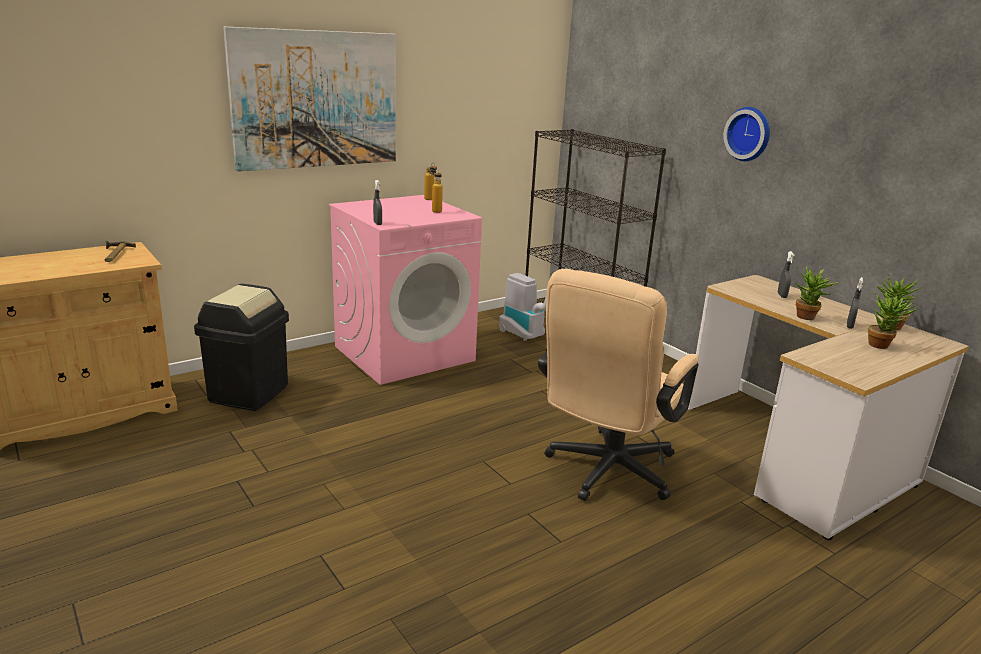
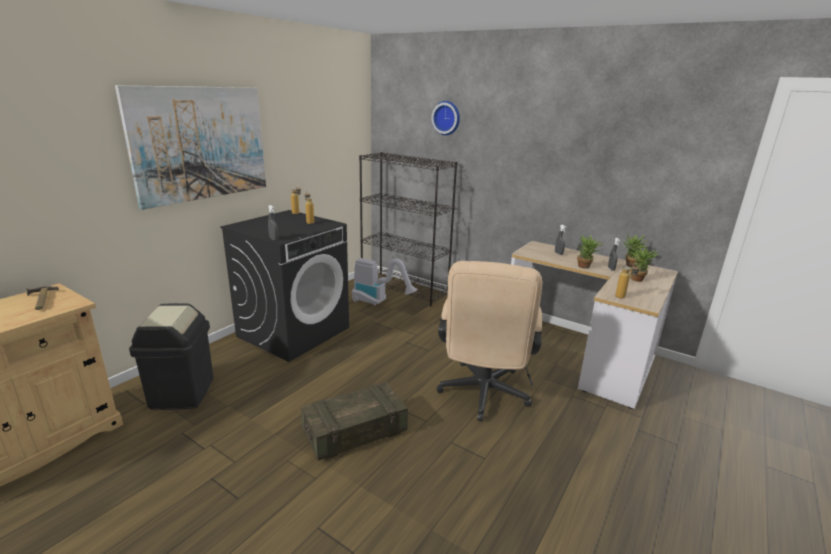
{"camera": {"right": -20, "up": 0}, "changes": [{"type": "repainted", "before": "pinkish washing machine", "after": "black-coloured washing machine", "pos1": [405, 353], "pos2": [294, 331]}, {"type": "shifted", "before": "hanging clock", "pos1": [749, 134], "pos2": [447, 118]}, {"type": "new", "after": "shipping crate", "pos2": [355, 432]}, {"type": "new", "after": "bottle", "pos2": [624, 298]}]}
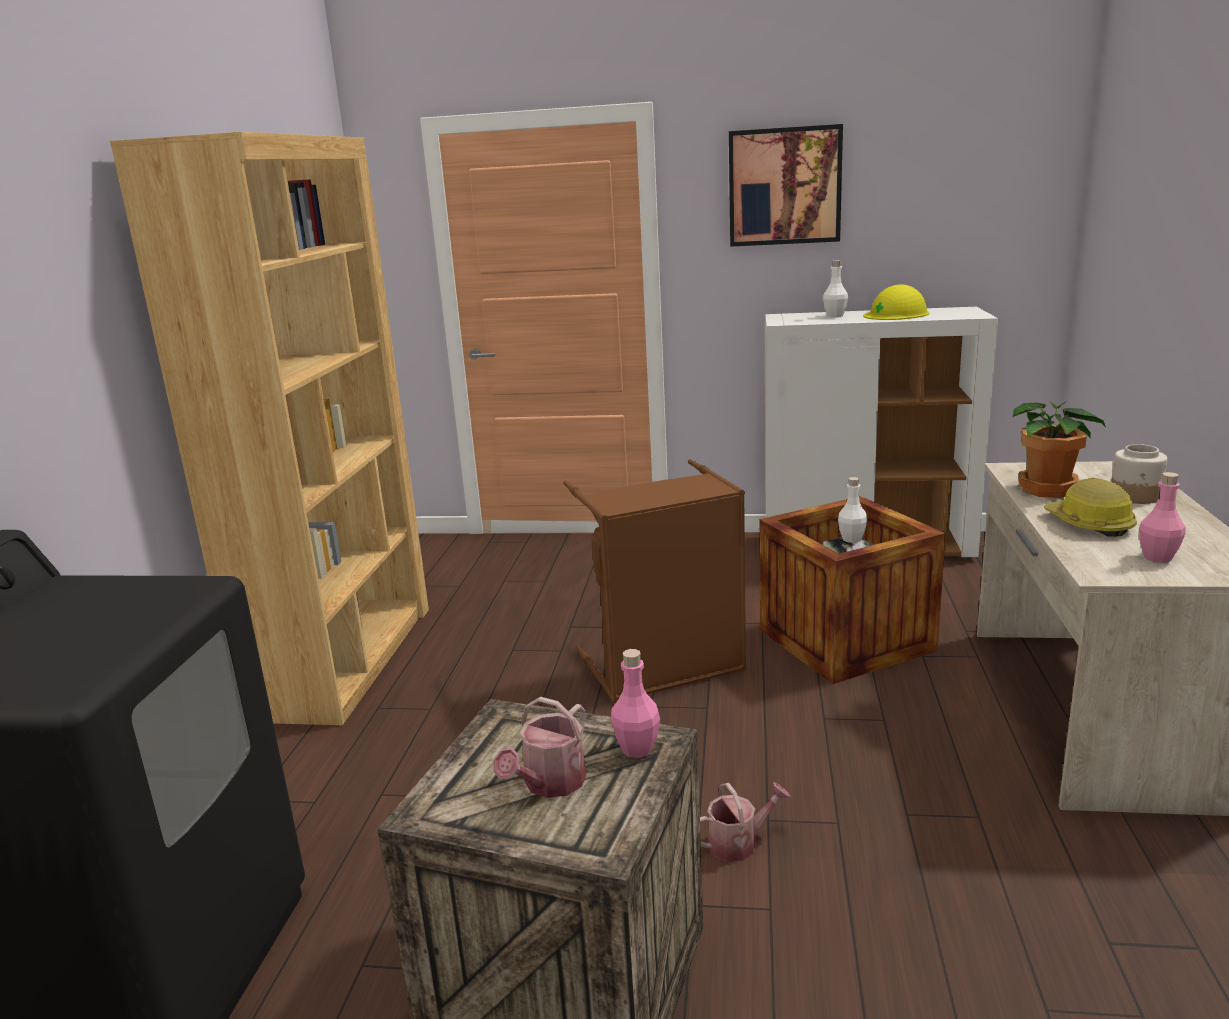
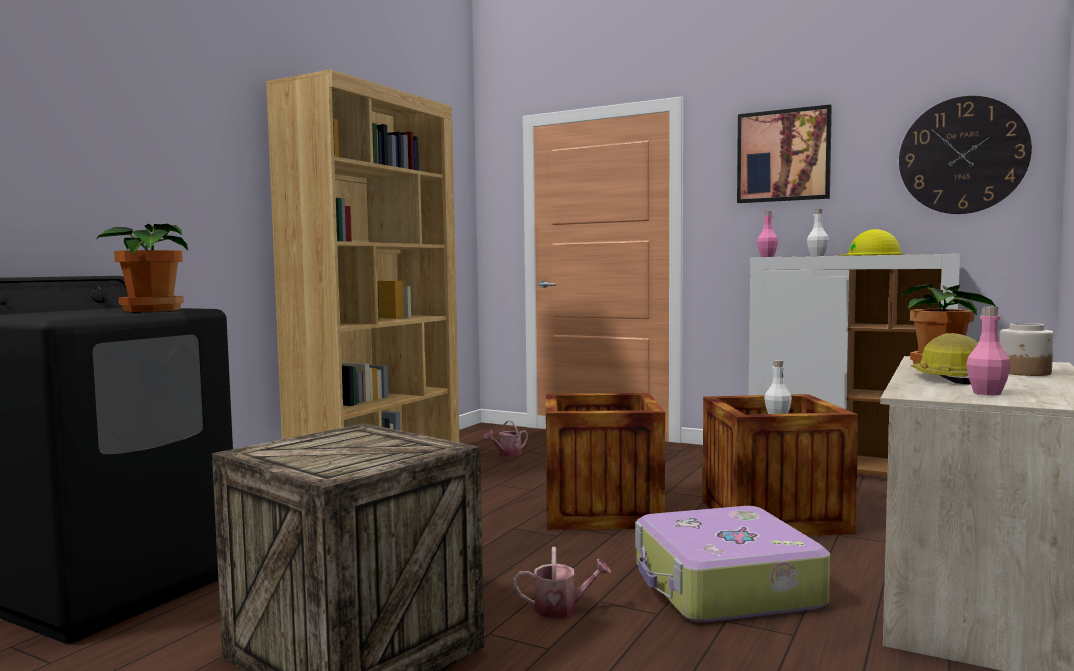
{"camera": {"right": 20, "up": -15}, "changes": [{"type": "shifted", "before": "watering can", "pos1": [549, 784], "pos2": [507, 454]}, {"type": "swapped", "before": "brownish hamper", "after": "shipping crate", "pos1": [665, 669], "pos2": [601, 510]}, {"type": "shifted", "before": "pinkish bottle", "pos1": [637, 749], "pos2": [767, 256]}, {"type": "new", "after": "plant in a pot", "pos2": [150, 310]}, {"type": "new", "after": "suitcase", "pos2": [724, 587]}, {"type": "new", "after": "hanging clock", "pos2": [962, 155]}]}
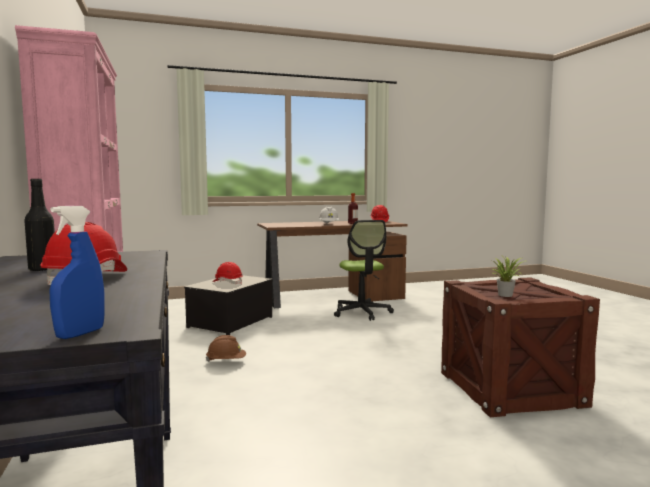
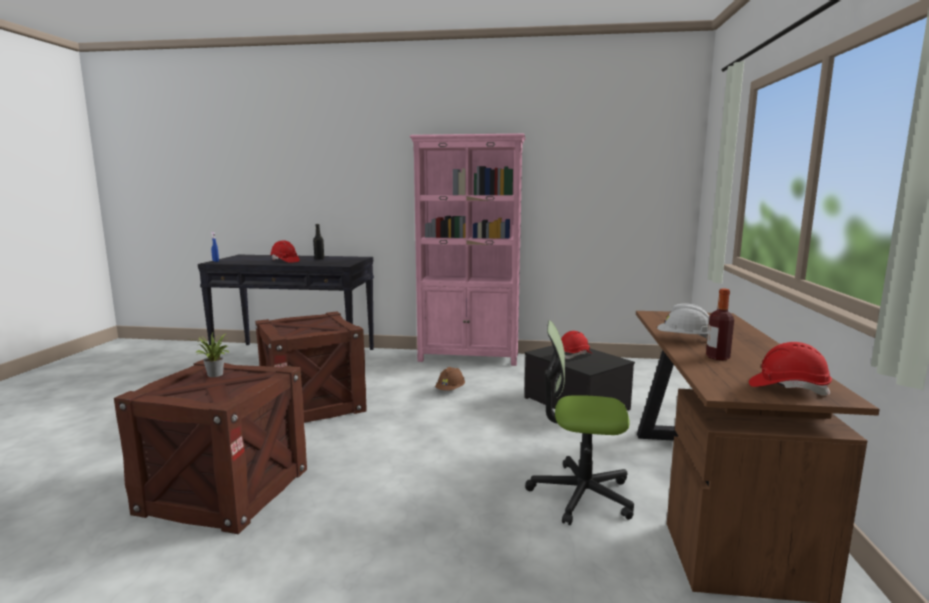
{"camera": {"right": 115, "up": 5}, "changes": [{"type": "new", "after": "shipping crate", "pos2": [312, 405]}]}
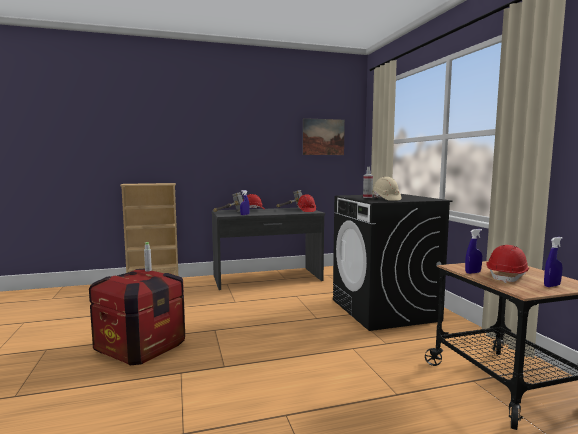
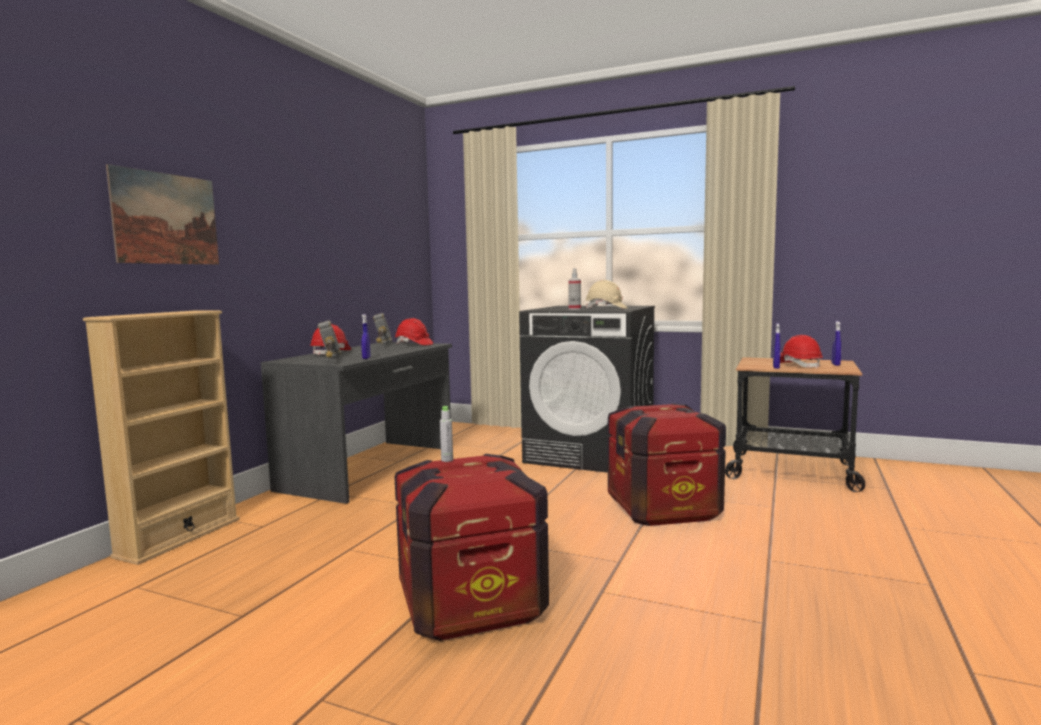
{"camera": {"right": -50, "up": 0}, "changes": [{"type": "shifted", "before": "wall picture", "pos1": [323, 137], "pos2": [166, 219]}, {"type": "new", "after": "shipping crate", "pos2": [663, 508]}]}
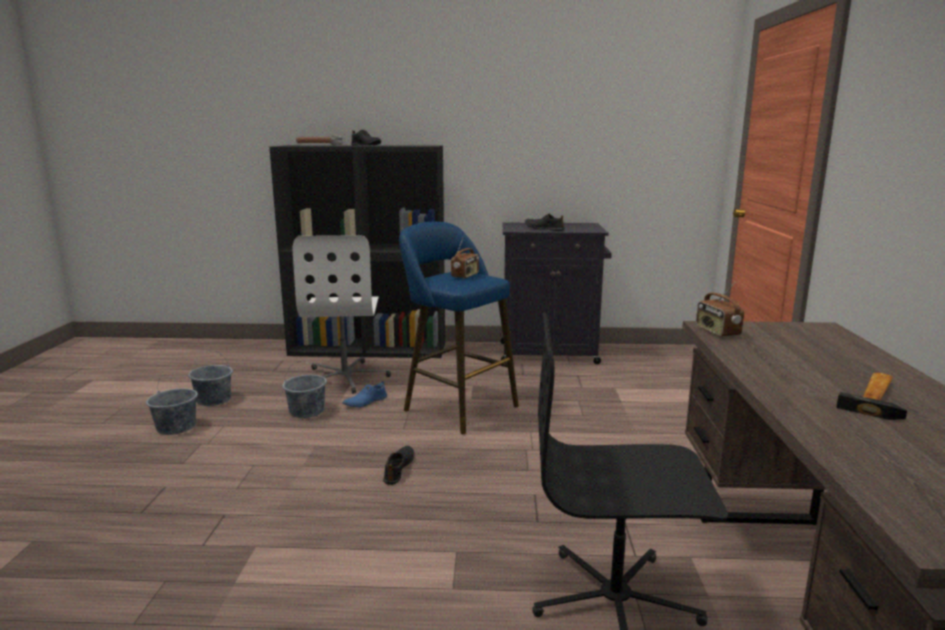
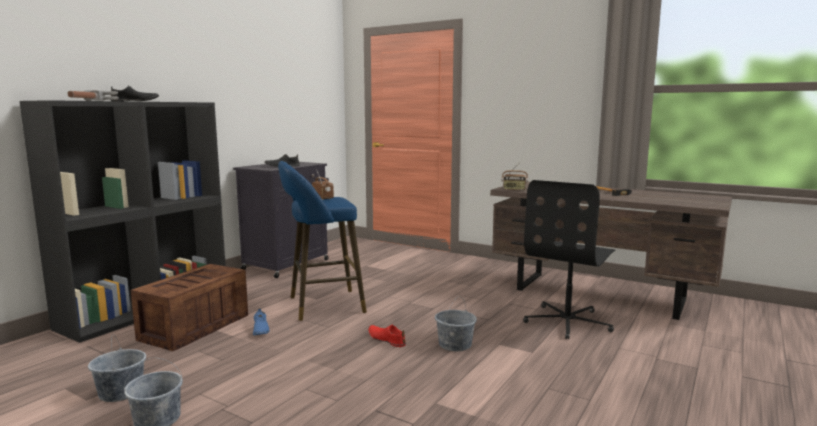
{"camera": {"right": -60, "up": -5}, "changes": [{"type": "shifted", "before": "gray water bucket", "pos1": [307, 411], "pos2": [455, 344]}, {"type": "swapped", "before": "white-coloured computer chair", "after": "shipping crate", "pos1": [346, 377], "pos2": [194, 328]}, {"type": "repainted", "before": "black-coloured shoe", "after": "reddish shoe", "pos1": [399, 469], "pos2": [386, 339]}]}
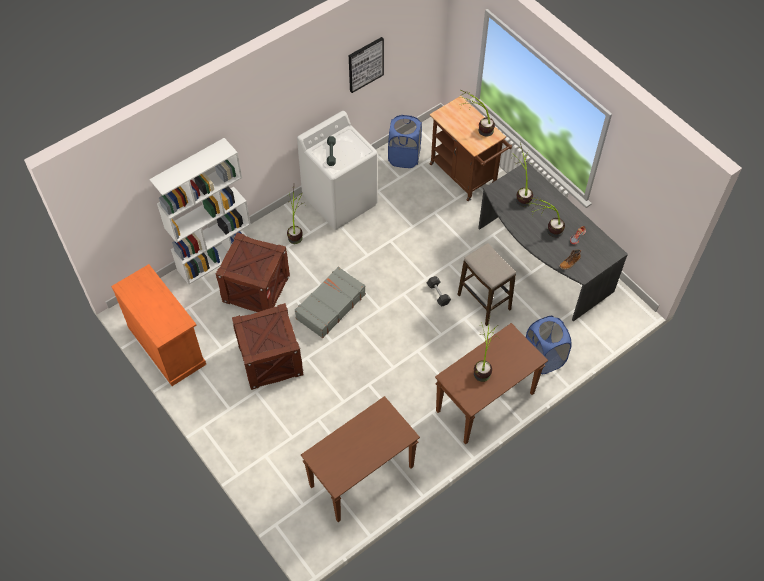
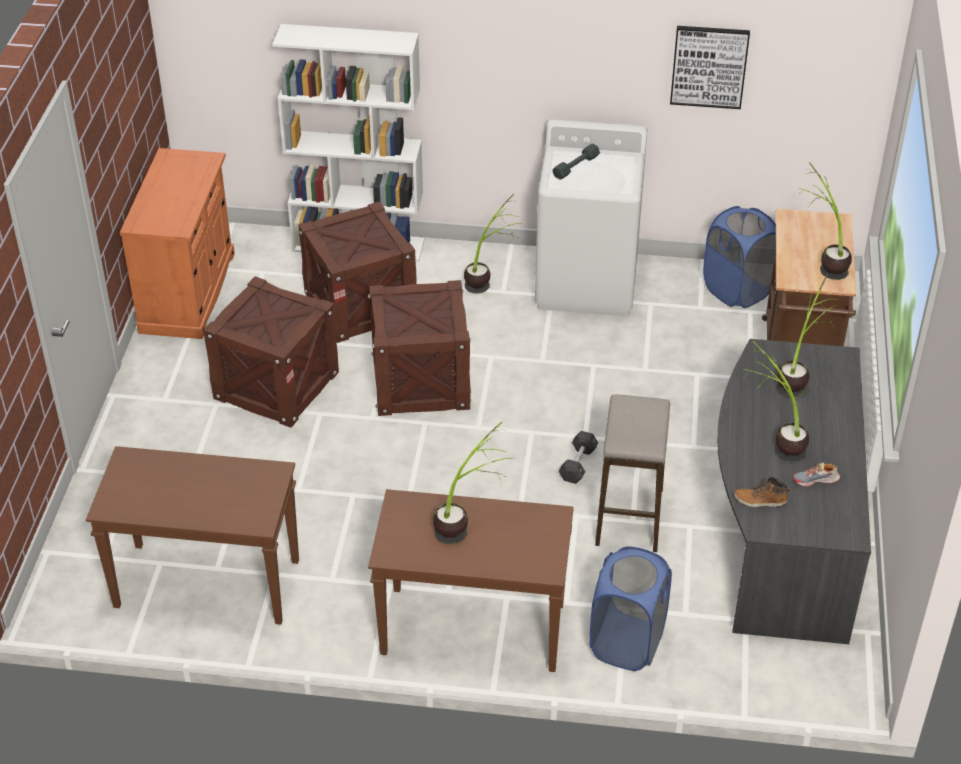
{"camera": {"right": 45, "up": -15}, "changes": [{"type": "swapped", "before": "gray suitcase", "after": "shipping crate", "pos1": [330, 306], "pos2": [421, 381]}]}
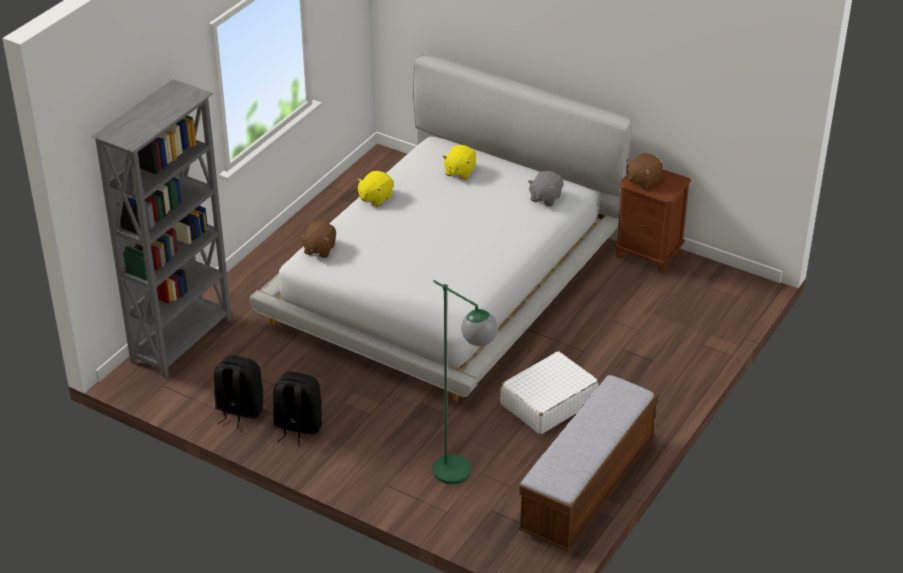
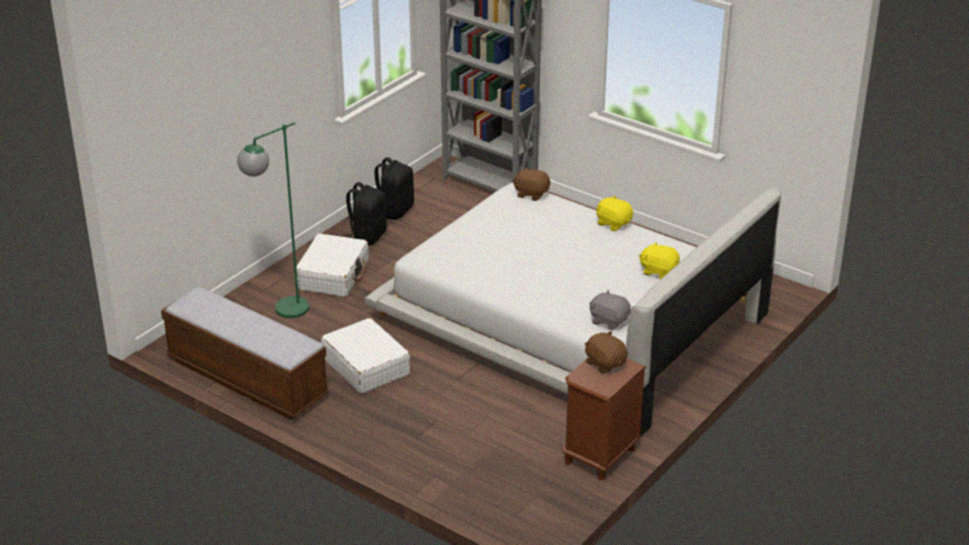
{"camera": {"right": 95, "up": -5}, "changes": [{"type": "new", "after": "white-coloured suitcase", "pos2": [333, 275]}]}
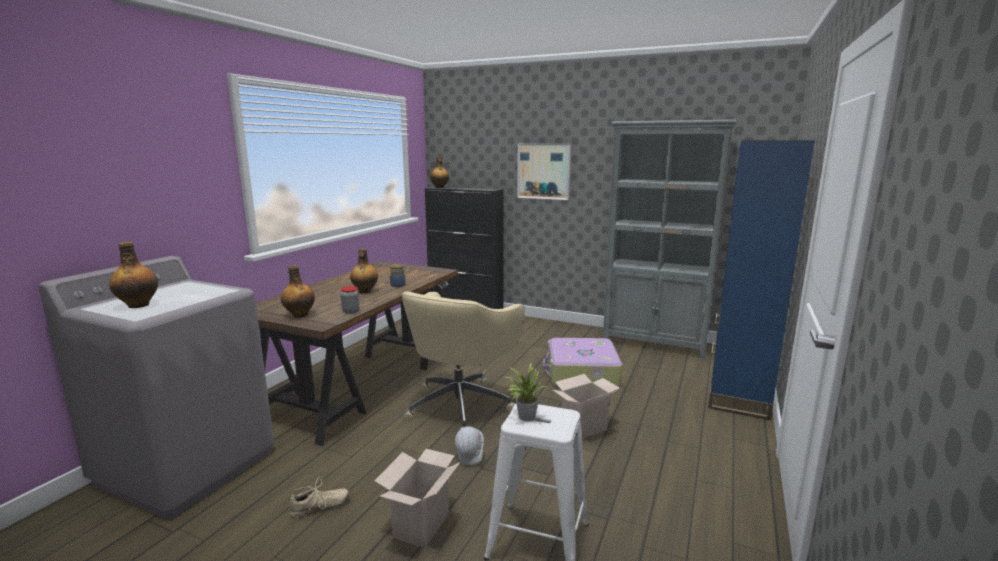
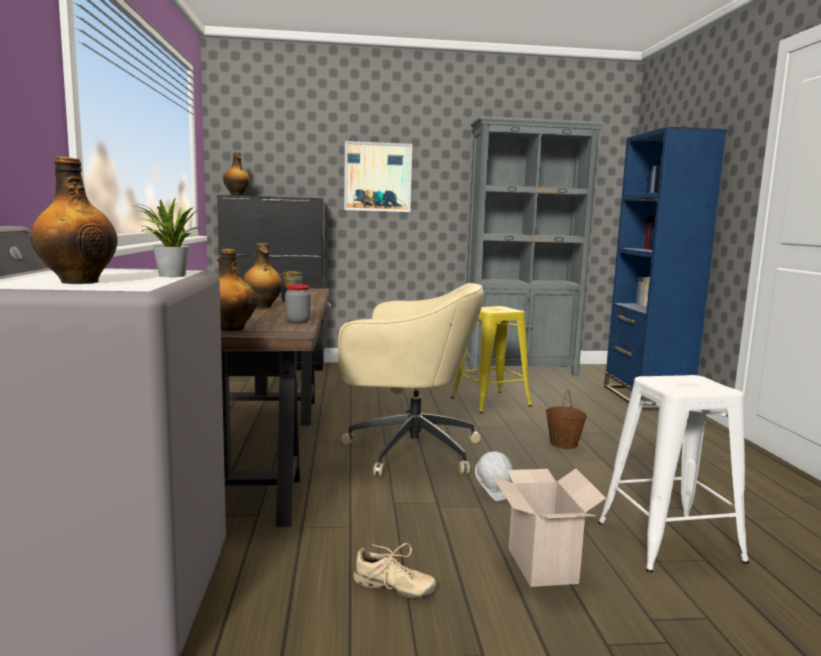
{"camera": {"right": -30, "up": -5}, "changes": [{"type": "rotated", "before": "beige shoe", "pos1": [320, 507], "pos2": [393, 587], "turn": 75}, {"type": "rotated", "before": "beige computer chair", "pos1": [461, 405], "pos2": [408, 450], "turn": -75}, {"type": "shifted", "before": "plant in a pot", "pos1": [524, 416], "pos2": [168, 275]}, {"type": "swapped", "before": "suitcase", "after": "yellow-coloured stool", "pos1": [581, 373], "pos2": [490, 402]}, {"type": "swapped", "before": "carton", "after": "brownish water bucket", "pos1": [584, 427], "pos2": [563, 444]}]}
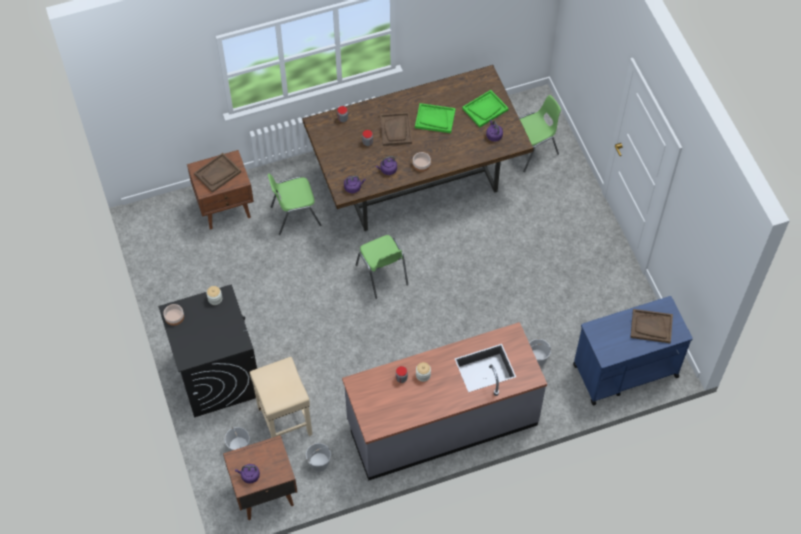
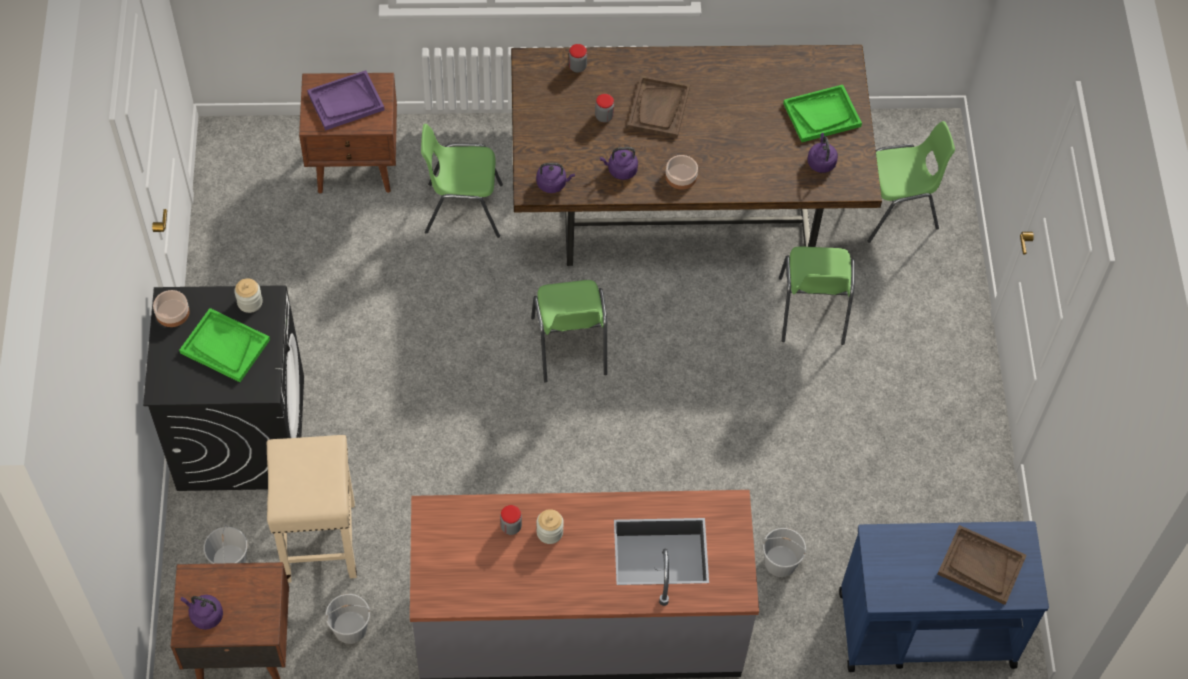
{"camera": {"right": 15, "up": 0}, "changes": [{"type": "repainted", "before": "brownish tray", "after": "purple-coloured tray", "pos1": [217, 173], "pos2": [345, 102]}, {"type": "shifted", "before": "green tray", "pos1": [435, 119], "pos2": [224, 346]}, {"type": "new", "after": "green plain chair", "pos2": [811, 312]}]}
